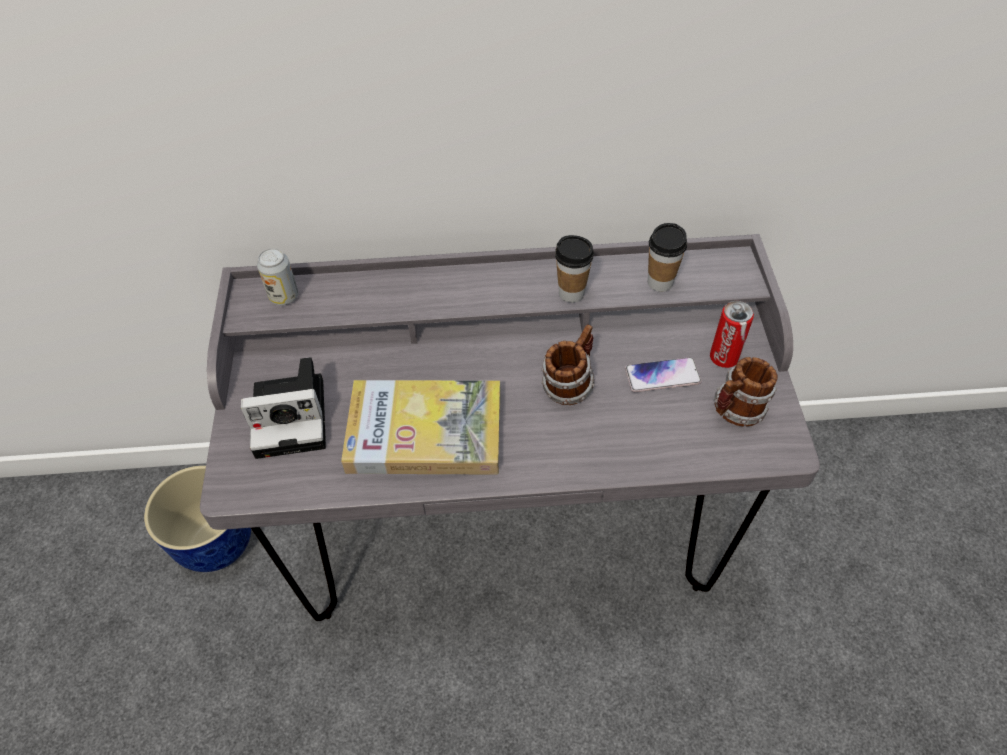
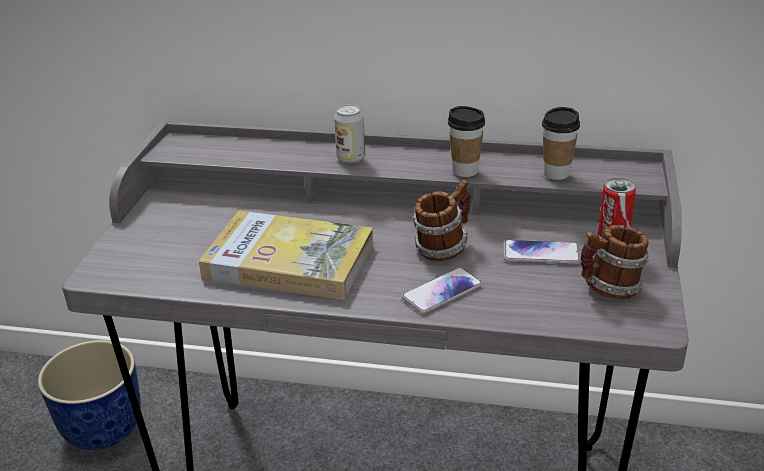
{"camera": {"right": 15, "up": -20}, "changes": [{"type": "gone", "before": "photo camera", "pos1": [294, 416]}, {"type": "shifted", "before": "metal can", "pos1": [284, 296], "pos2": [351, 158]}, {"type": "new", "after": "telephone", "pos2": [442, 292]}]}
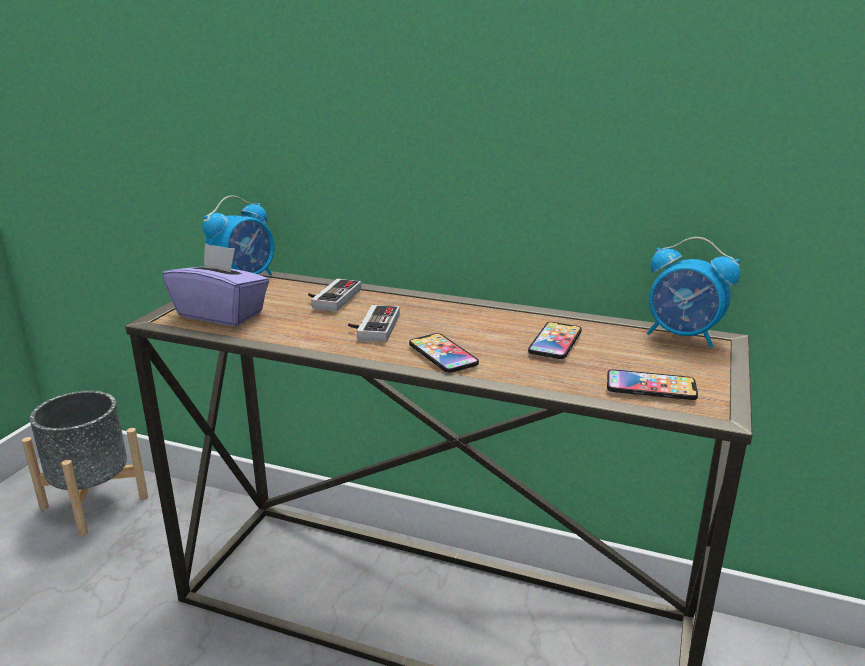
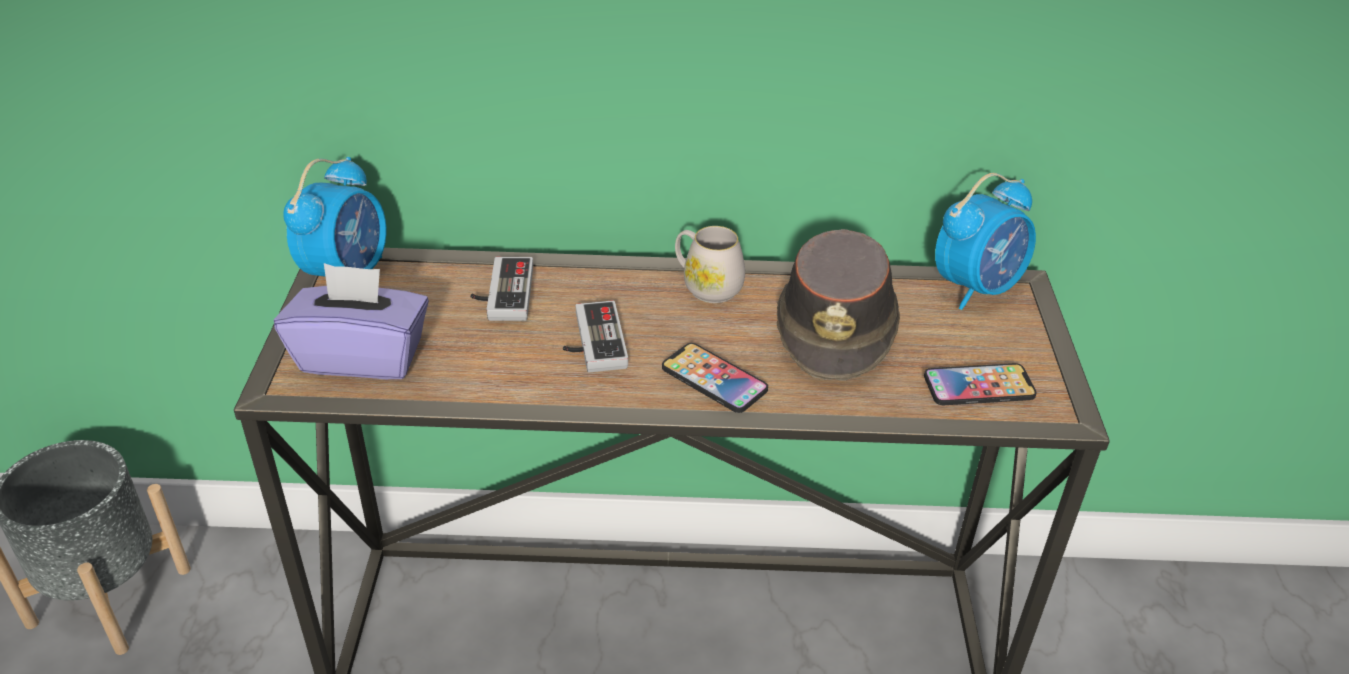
{"camera": {"right": -20, "up": 15}, "changes": [{"type": "swapped", "before": "telephone", "after": "brownish clothing hat", "pos1": [555, 342], "pos2": [837, 327]}, {"type": "rotated", "before": "bedside clock", "pos1": [683, 336], "pos2": [977, 288], "turn": -45}, {"type": "new", "after": "white-coloured coffee mug", "pos2": [706, 286]}]}
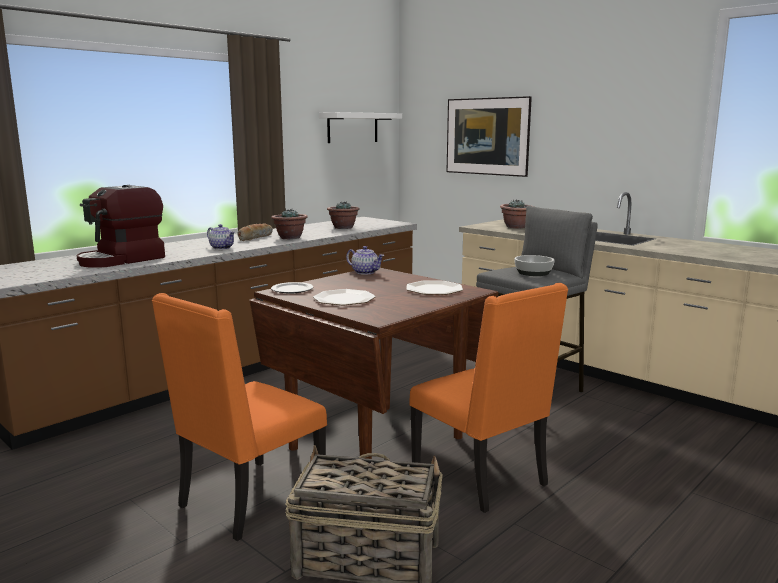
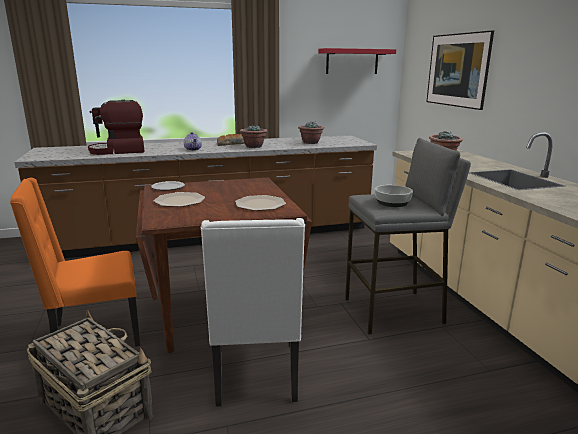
{"camera": {"right": 30, "up": 5}, "changes": [{"type": "repainted", "before": "white-coloured shelf", "after": "reddish shelf", "pos1": [352, 127], "pos2": [352, 61]}, {"type": "gone", "before": "tea pot", "pos1": [365, 272]}, {"type": "repainted", "before": "orange-coloured plain chair", "after": "white-coloured plain chair", "pos1": [482, 477], "pos2": [256, 374]}]}
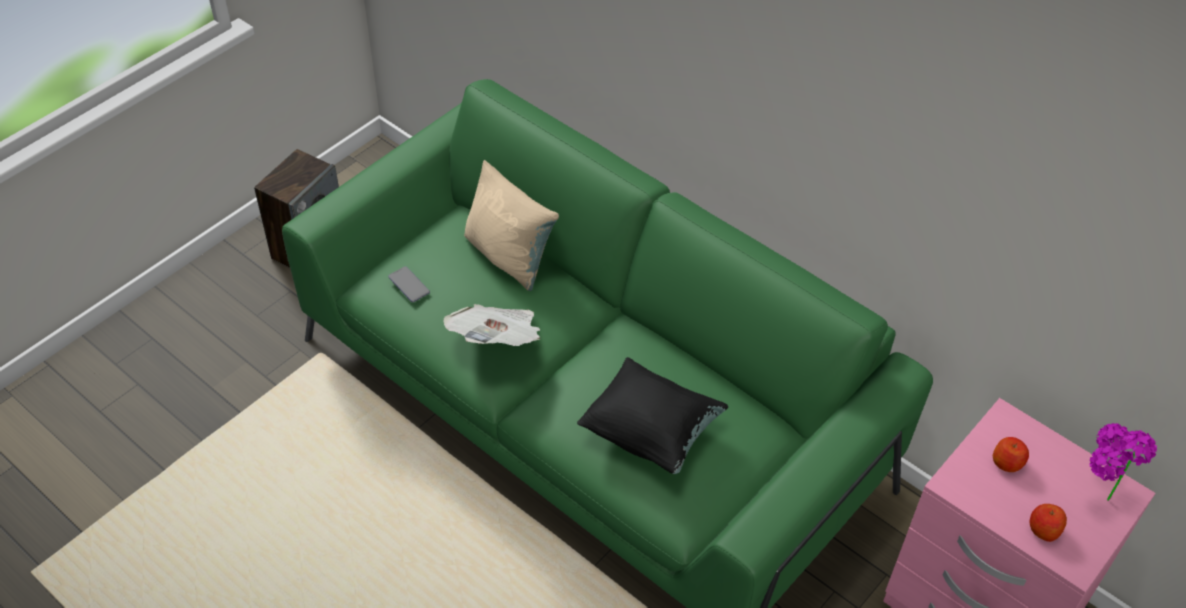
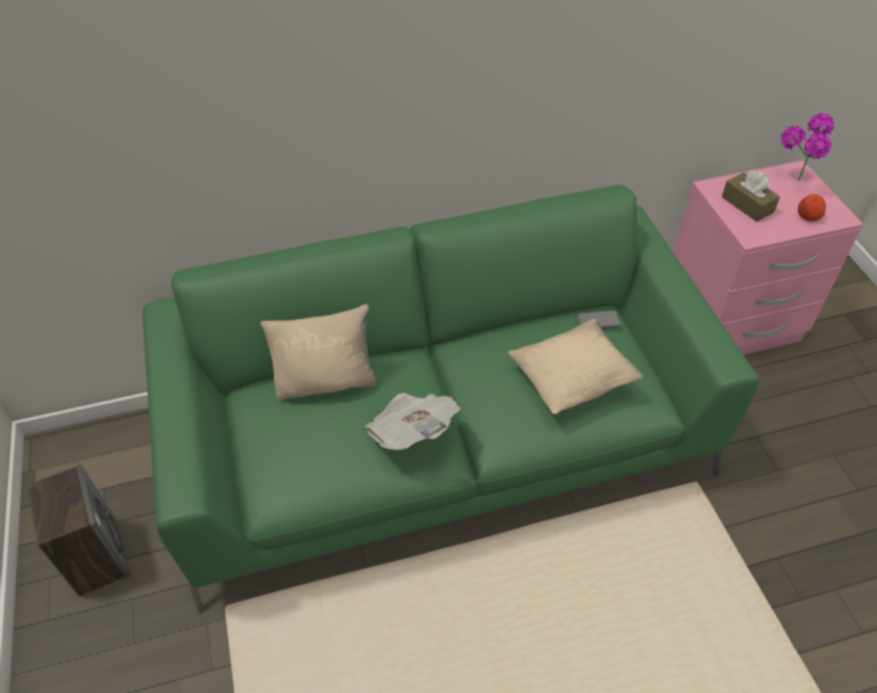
{"camera": {"right": -55, "up": 0}, "changes": [{"type": "shifted", "before": "telephone", "pos1": [409, 285], "pos2": [598, 320]}, {"type": "repainted", "before": "black-coloured cushion", "after": "beige cushion", "pos1": [650, 432], "pos2": [572, 381]}, {"type": "swapped", "before": "apple", "after": "brownish tissue box", "pos1": [1007, 462], "pos2": [747, 205]}]}
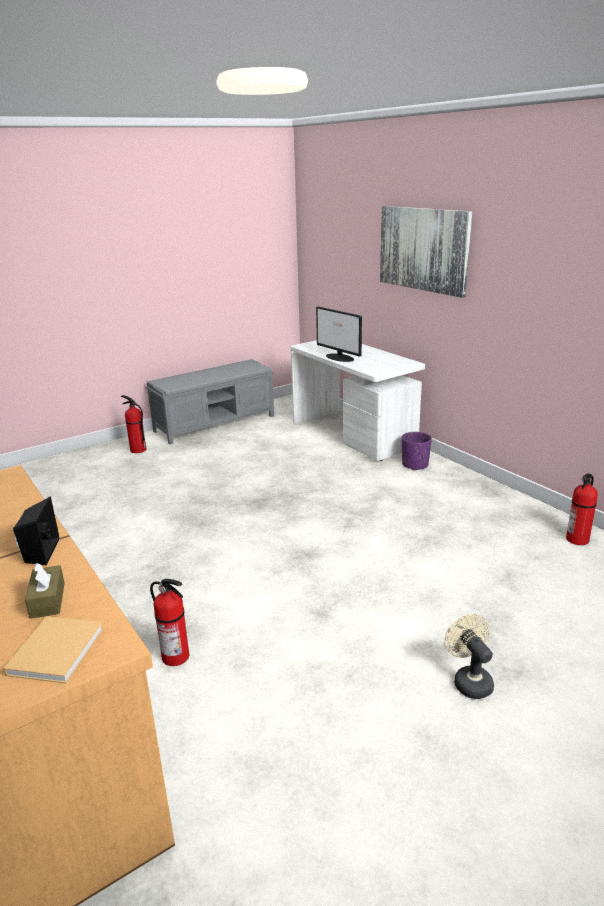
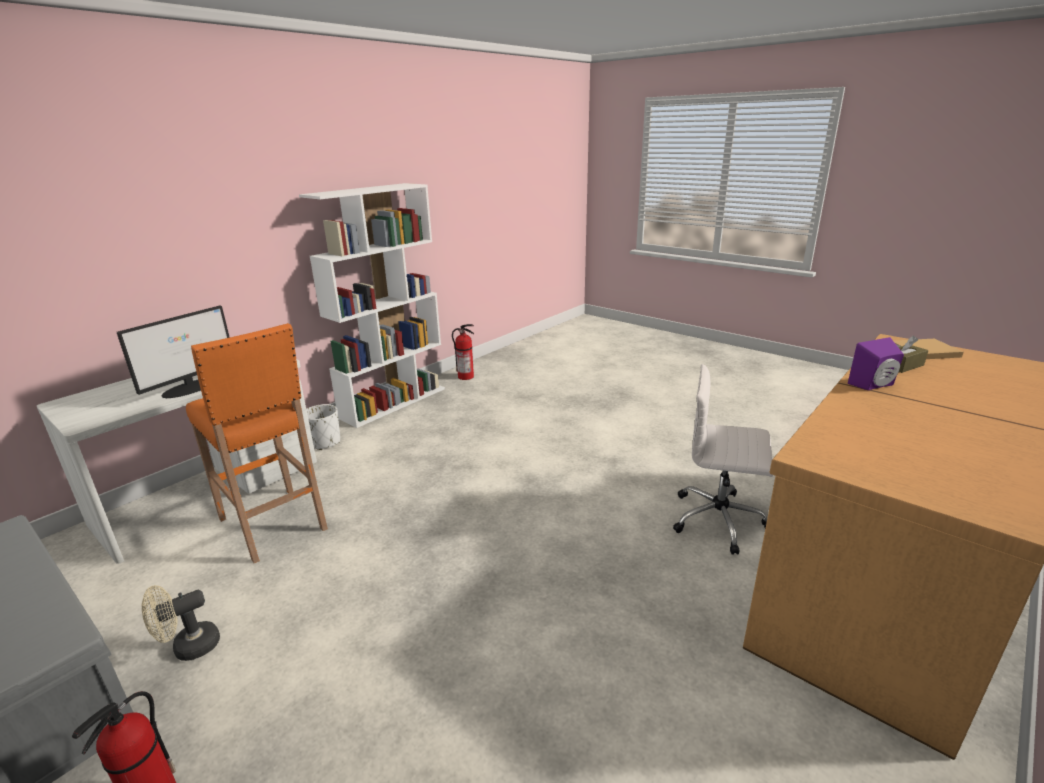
{"camera": {"right": -105, "up": 0}, "changes": [{"type": "repainted", "before": "black-coloured speaker", "after": "purple-coloured speaker", "pos1": [38, 552], "pos2": [874, 385]}, {"type": "swapped", "before": "extinguisher", "after": "white-coloured computer chair", "pos1": [176, 656], "pos2": [720, 520]}, {"type": "gone", "before": "wall picture", "pos1": [423, 249]}, {"type": "repainted", "before": "purple-coloured plant pot", "after": "white-coloured plant pot", "pos1": [415, 465], "pos2": [325, 442]}, {"type": "shifted", "before": "beige electric fan", "pos1": [469, 680], "pos2": [189, 648]}, {"type": "new", "after": "orange-coloured stool", "pos2": [274, 525]}, {"type": "new", "after": "white-coloured shelving unit", "pos2": [394, 402]}]}
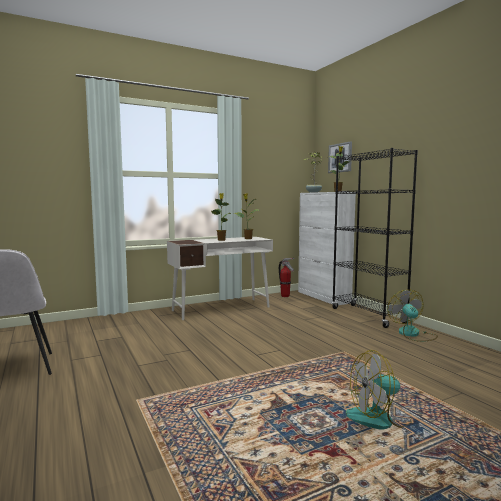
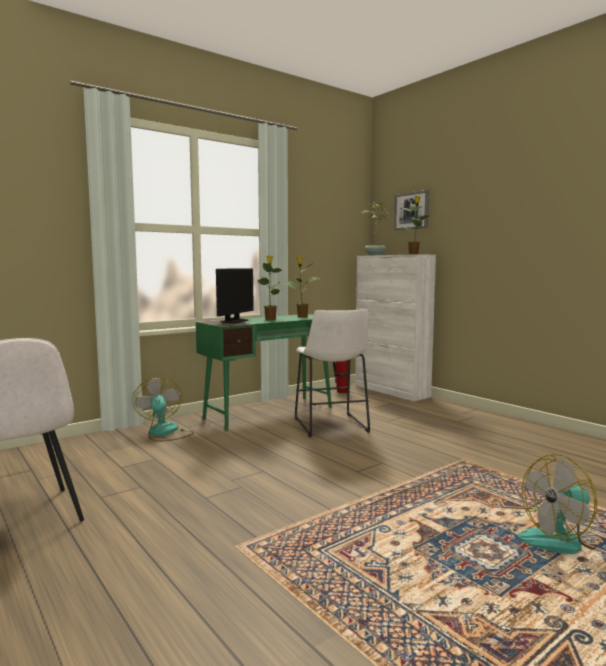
{"camera": {"right": -10, "up": 0}, "changes": [{"type": "repainted", "before": "white-coloured desk unit", "after": "green desk unit", "pos1": [221, 308], "pos2": [270, 412]}, {"type": "gone", "before": "black-coloured shelving unit", "pos1": [368, 316]}, {"type": "shifted", "before": "electric fan", "pos1": [412, 334], "pos2": [164, 433]}, {"type": "new", "after": "monitor", "pos2": [234, 321]}, {"type": "new", "after": "white-coloured stool", "pos2": [331, 426]}]}
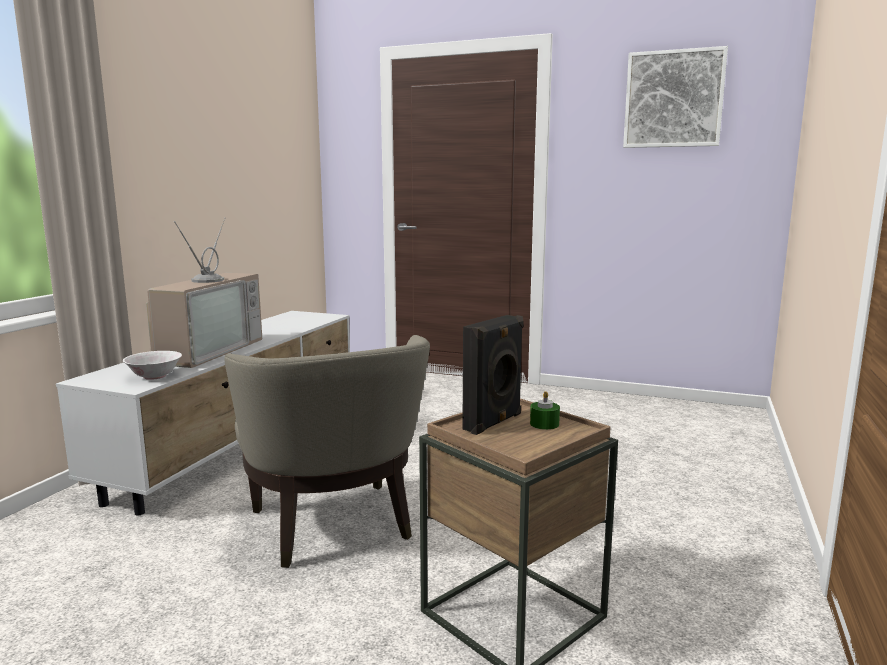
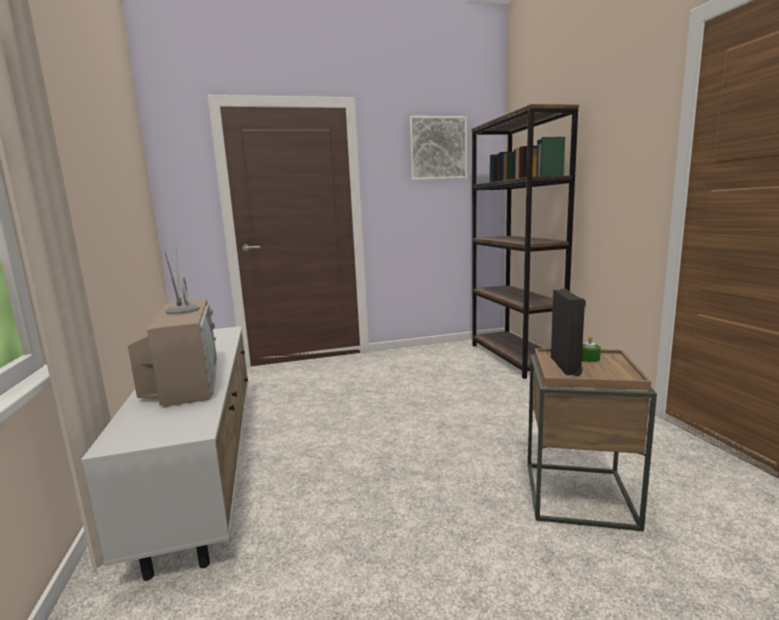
{"camera": {"right": -35, "up": 0}, "changes": [{"type": "gone", "before": "white-coloured deep dish", "pos1": [155, 376]}, {"type": "gone", "before": "beige easy chair", "pos1": [334, 526]}, {"type": "new", "after": "brownish shelving unit", "pos2": [514, 357]}]}
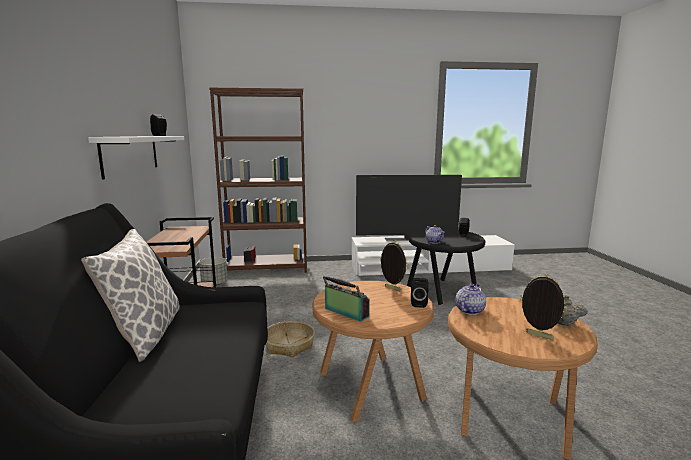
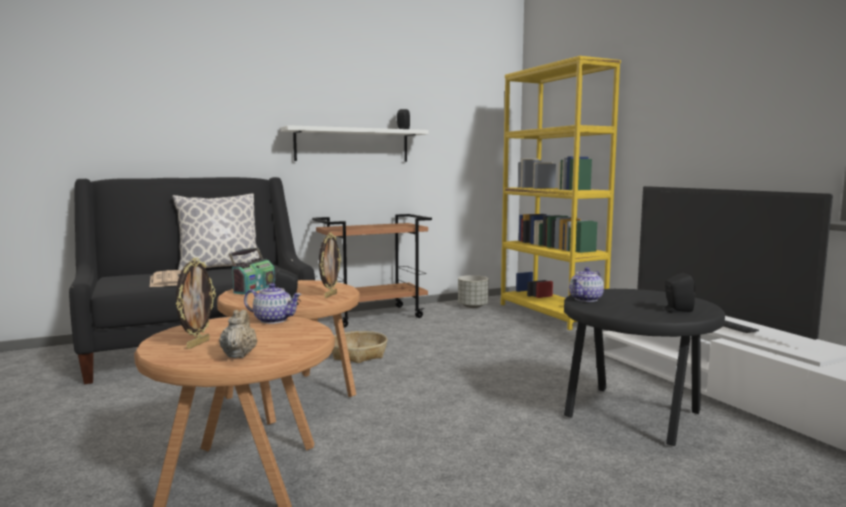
{"camera": {"right": 70, "up": -5}, "changes": [{"type": "repainted", "before": "brownish shelving unit", "after": "yellow-coloured shelving unit", "pos1": [267, 268], "pos2": [550, 313]}, {"type": "new", "after": "daily paper", "pos2": [168, 280]}]}
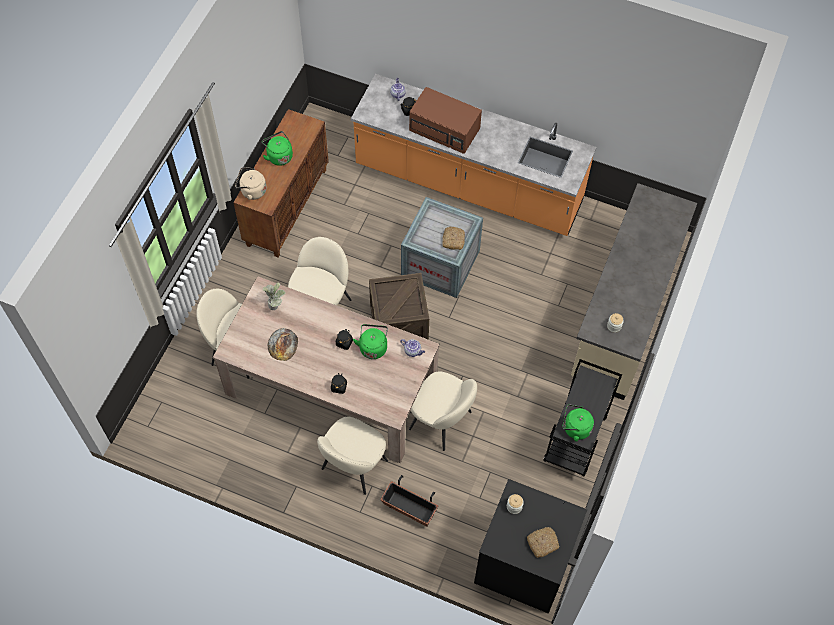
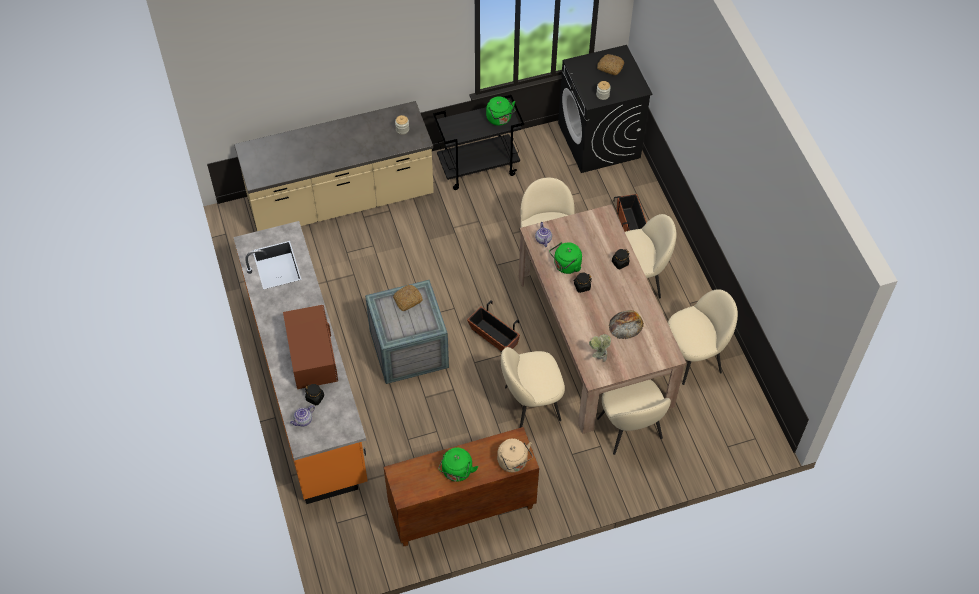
{"camera": {"right": -130, "up": -5}, "changes": [{"type": "swapped", "before": "shipping crate", "after": "plant pot", "pos1": [399, 324], "pos2": [493, 337]}, {"type": "new", "after": "beige plain chair", "pos2": [694, 357]}]}
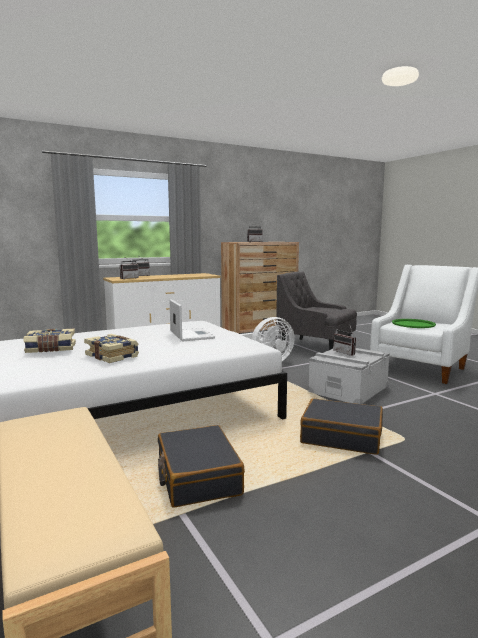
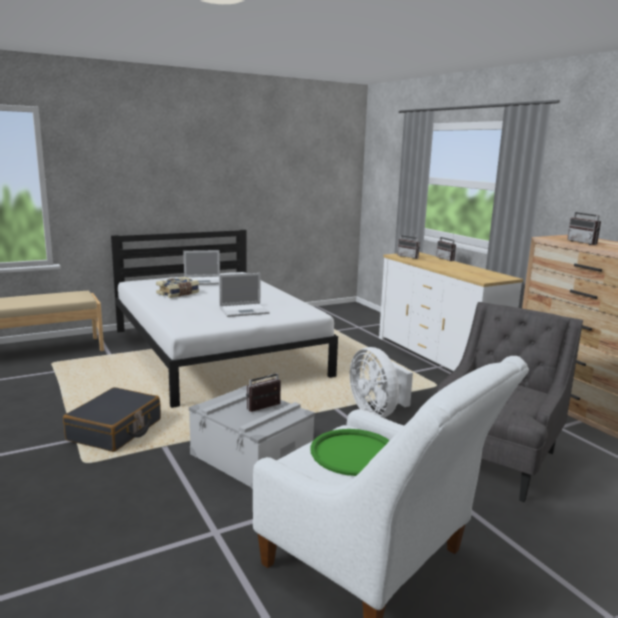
{"camera": {"right": 90, "up": 5}, "changes": [{"type": "swapped", "before": "book", "after": "portable computer", "pos1": [51, 349], "pos2": [204, 281]}, {"type": "gone", "before": "black-coloured suitcase", "pos1": [197, 477]}]}
